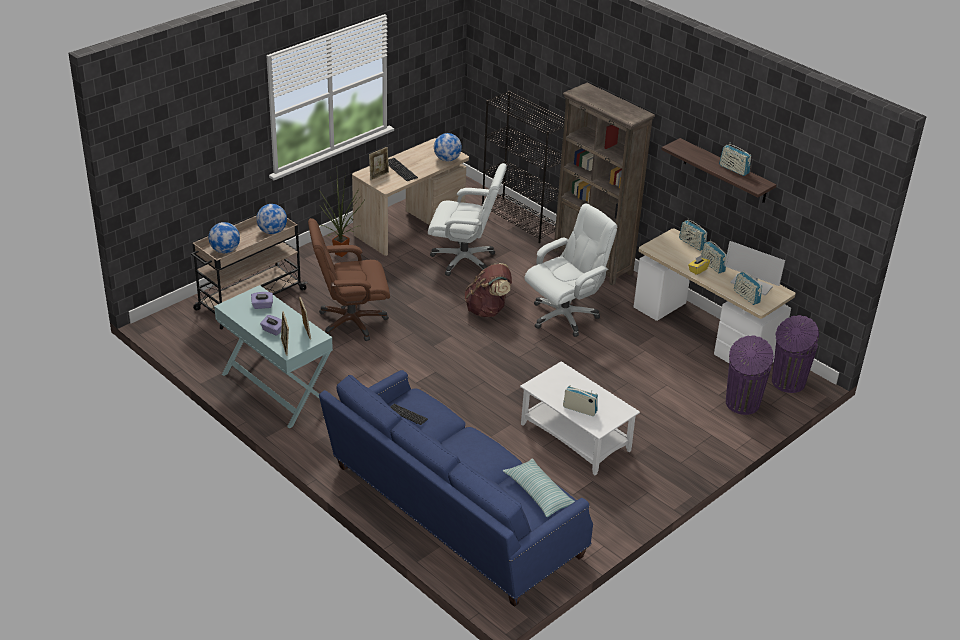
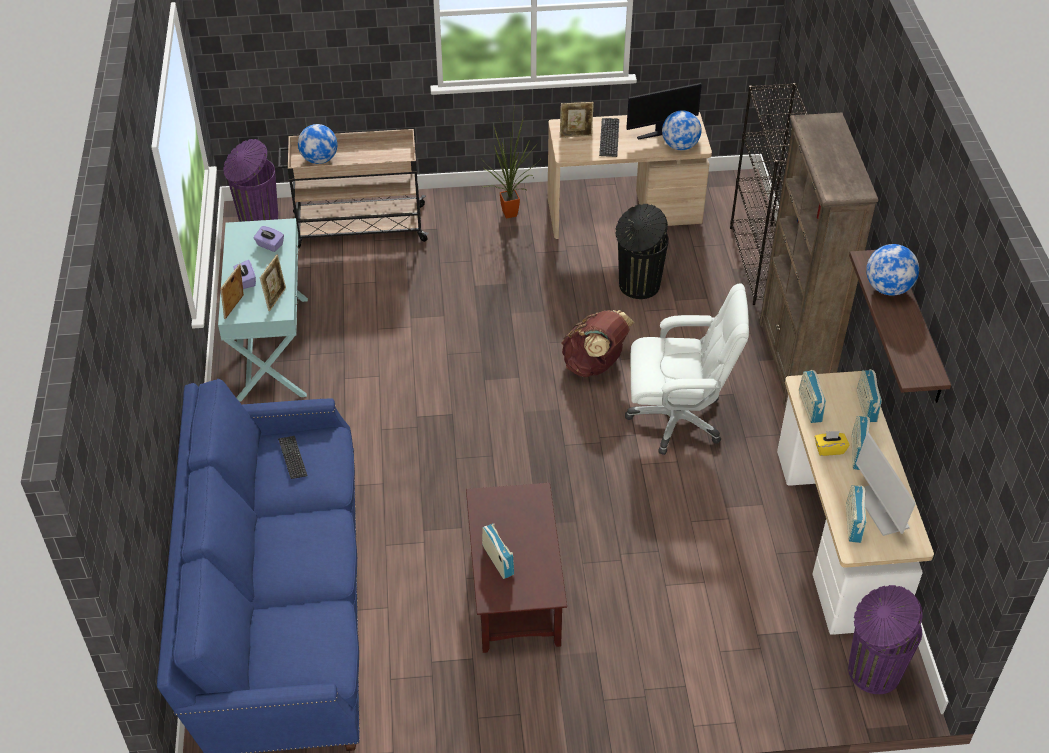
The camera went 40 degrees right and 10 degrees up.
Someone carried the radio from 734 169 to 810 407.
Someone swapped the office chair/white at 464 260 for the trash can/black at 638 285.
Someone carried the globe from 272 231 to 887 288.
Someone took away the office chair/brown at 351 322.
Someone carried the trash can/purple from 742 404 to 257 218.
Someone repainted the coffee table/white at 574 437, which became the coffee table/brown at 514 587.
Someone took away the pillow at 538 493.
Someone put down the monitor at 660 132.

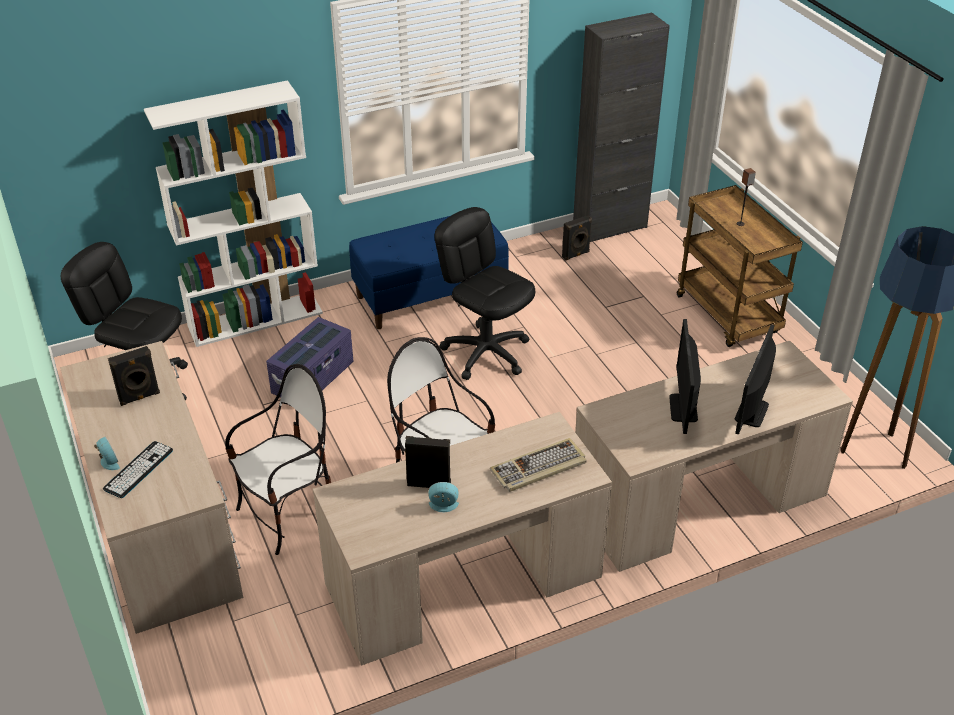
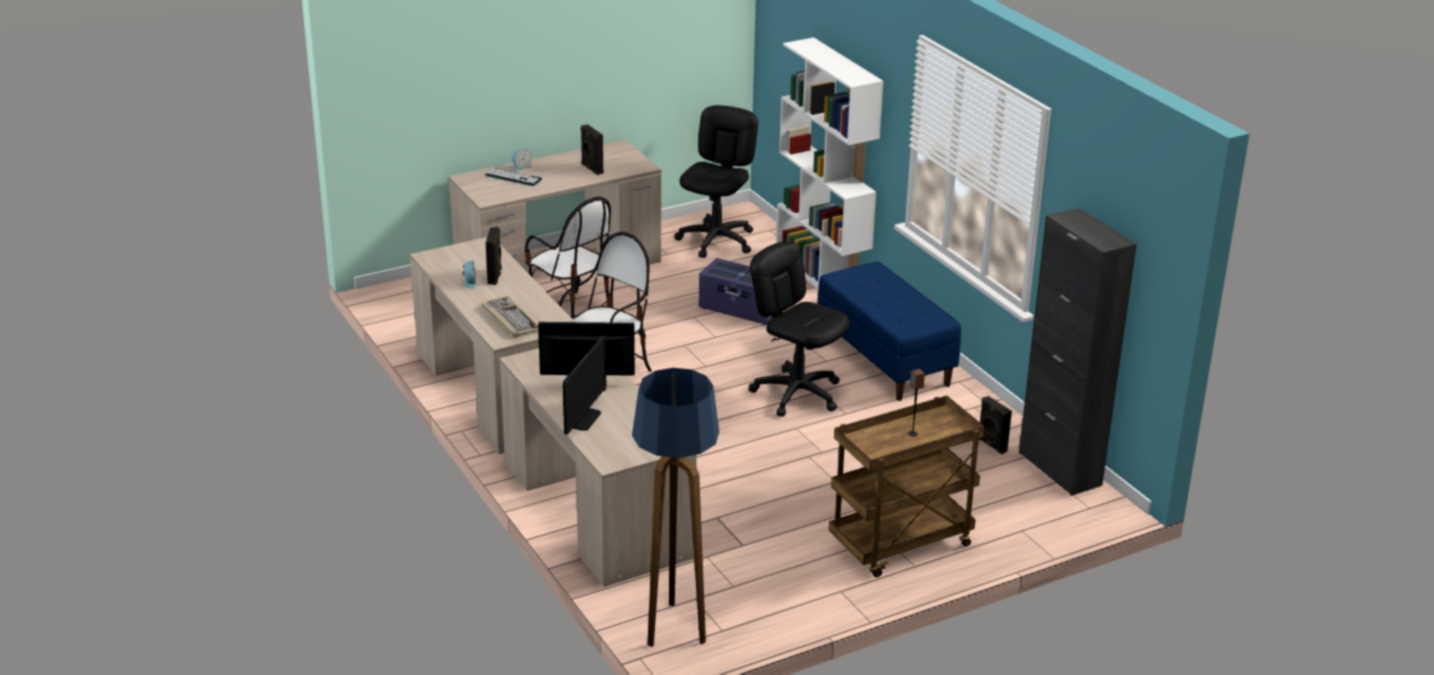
The camera went 85 degrees right and 10 degrees down.
Someone rotated the office chair/black at 486 353 by 90 degrees counterclockwise.
Someone rotated the monitor at 751 412 by 90 degrees clockwise.

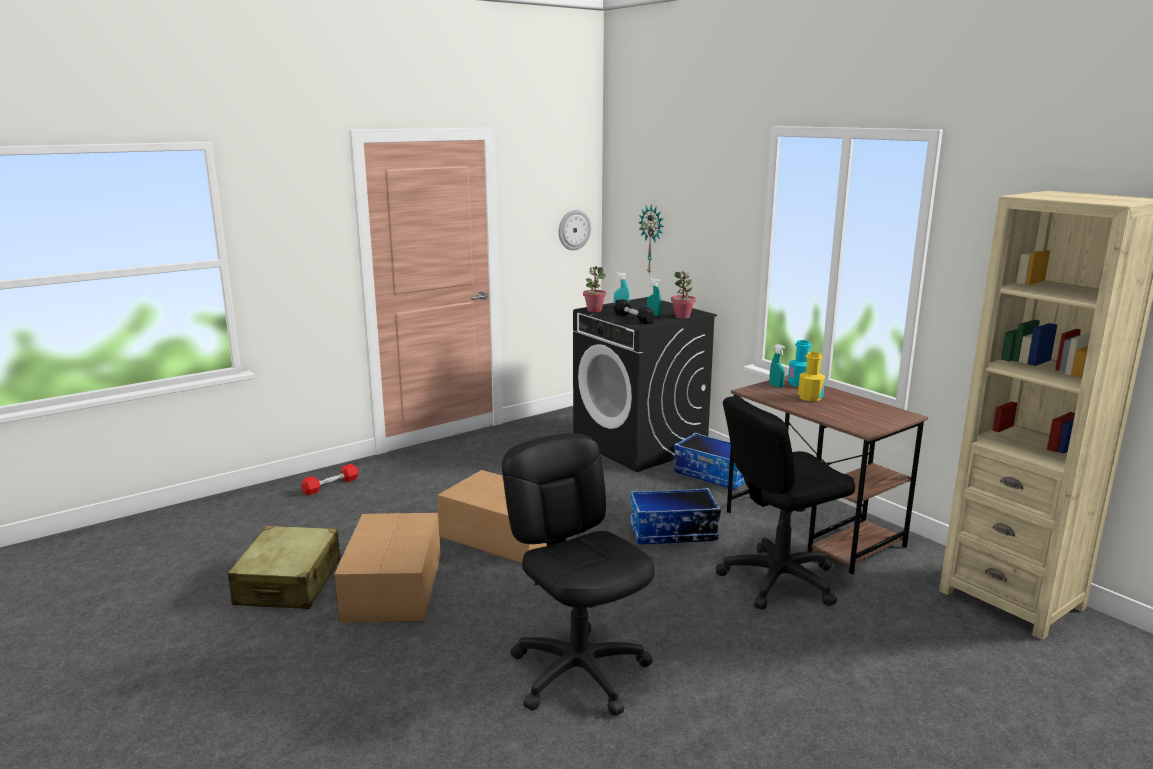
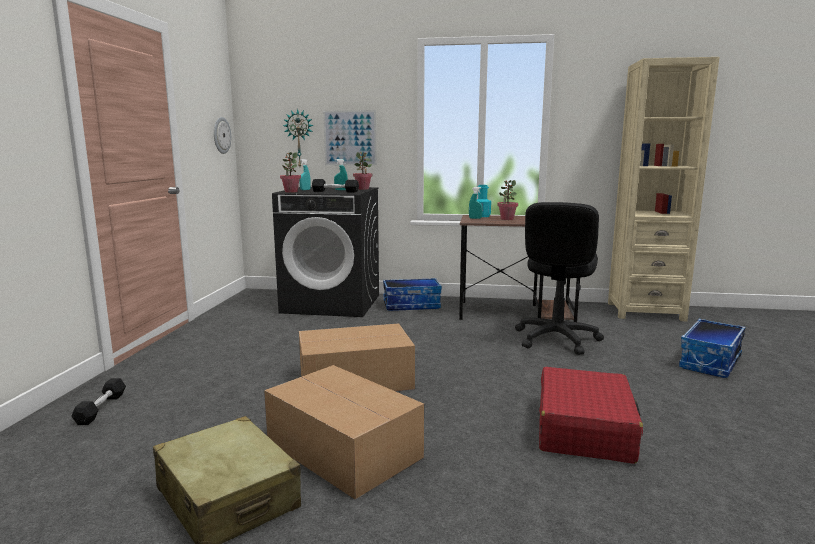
The camera went 45 degrees left and 5 degrees down.
Someone swapped the bottle/yellow at 810 397 for the potted plant at 507 219.
Someone swapped the office chair/black at 579 672 for the suitcase/red at 584 429.
Someone repainted the dumbbell/red at 331 486, which became the dumbbell/black at 101 408.
Someone carried the storage box from 673 533 to 711 362.
Someone put up the picture at 350 138.

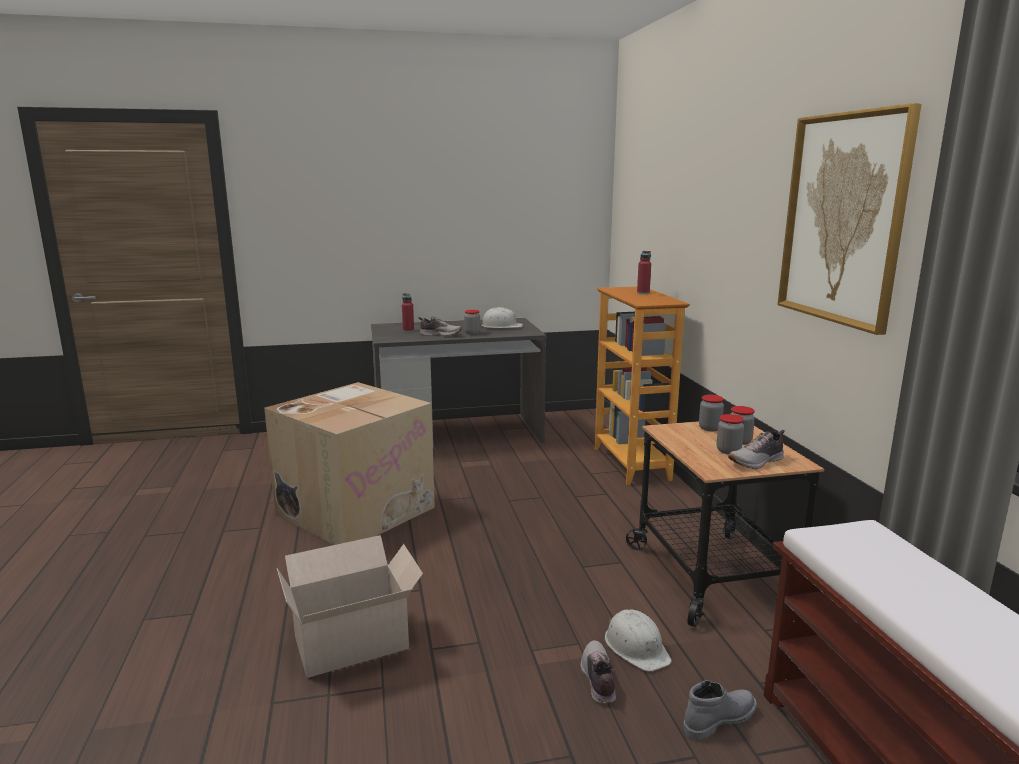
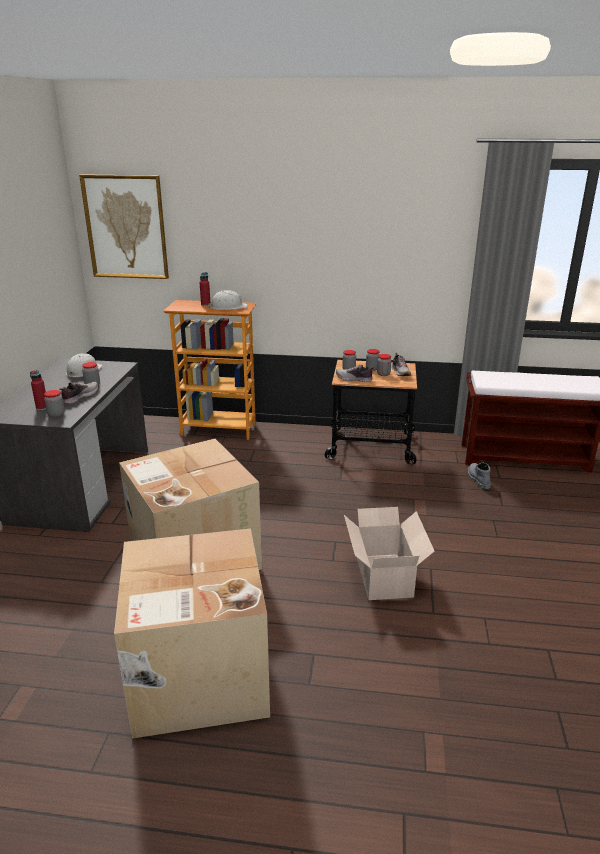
The camera went 70 degrees left and 10 degrees up.
Someone carried the picture from 843 219 to 126 227.
Someone carried the hard hat/white from 636 647 to 228 307.
Someone carried the shoe from 598 679 to 354 379.
Someone put down the jar at 56 414.
Someone put down the cardboard box at 197 676.

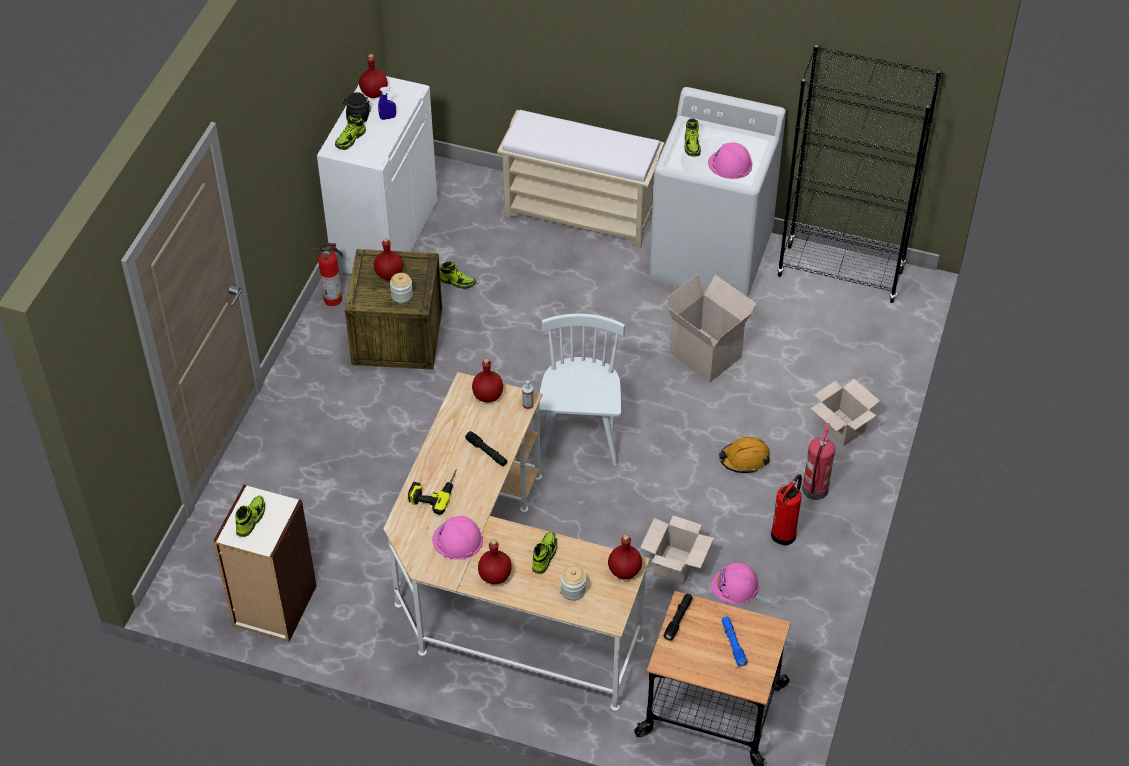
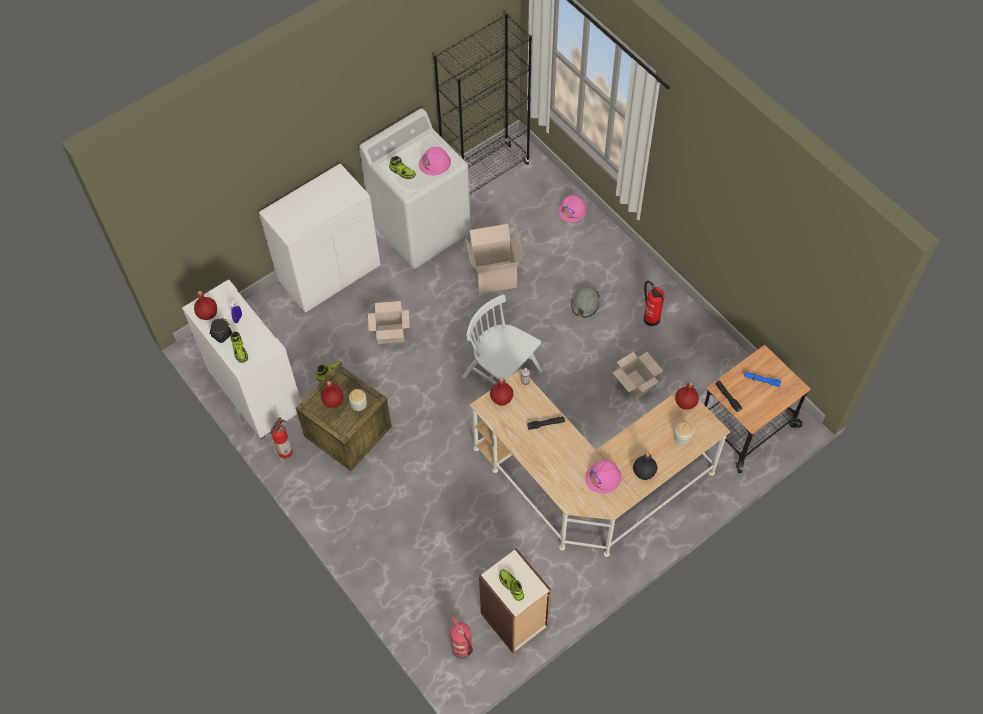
The camera went 55 degrees left and 10 degrees up.
Someone swapped the bench/beige at 581 213 for the cabinet/white at 329 273.
Someone carried the cardboard box from 840 427 to 390 334.
Someone carried the fire extinguisher from 815 490 to 463 649.
Someone repainted the hard hat/orange at 744 459, which became the hard hat/grey at 585 304.
Someone took away the power drill at 433 490.
Someone took away the shoe at 544 556.
Someone repainted the bottle/red at 495 575, which became the bottle/black at 644 472.
Someone carried the hard hat/pink from 735 586 to 572 210.

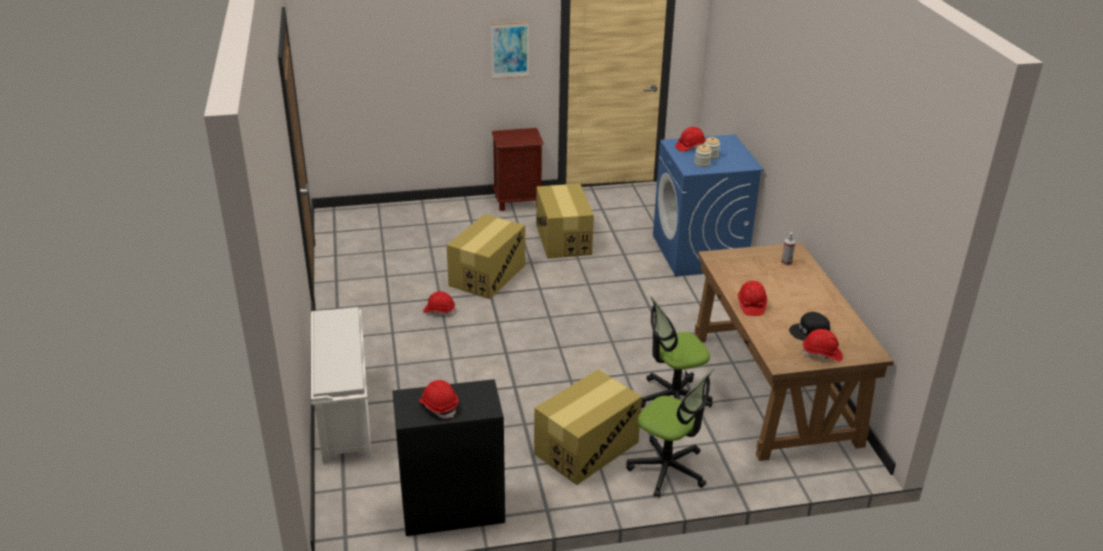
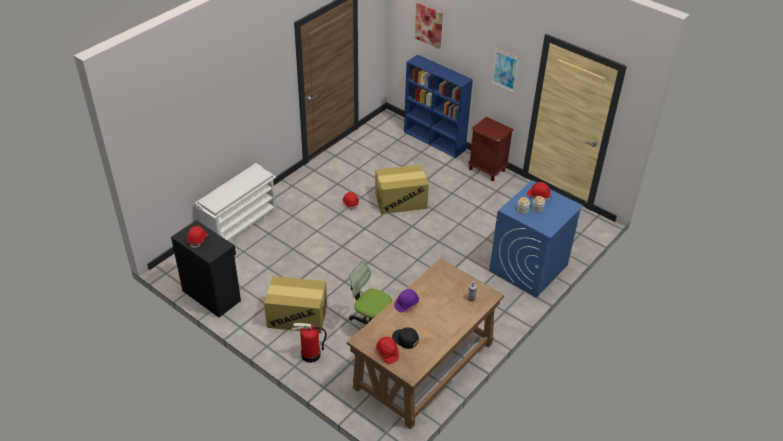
The camera went 50 degrees right and 10 degrees up.
Someone took away the cardboard box at 563 239.
Someone repainted the hard hat/red at 751 305, which became the hard hat/purple at 406 304.
Someone swapped the office chair at 668 469 for the fire extinguisher at 310 355.
Someone put up the picture at 429 25.
Someone put down the bookcase/blue at 435 141.

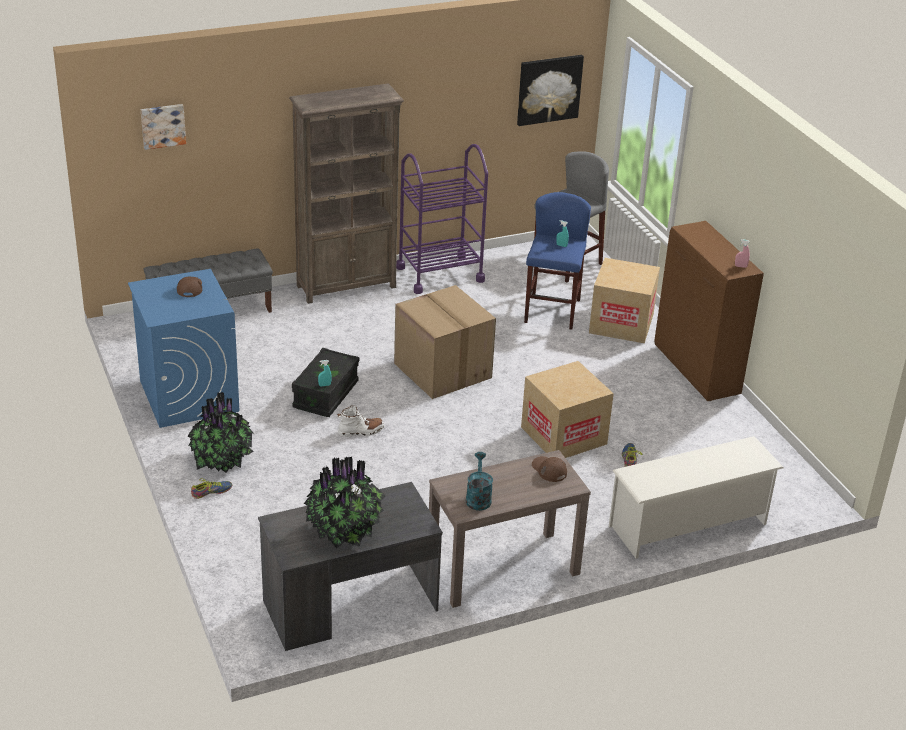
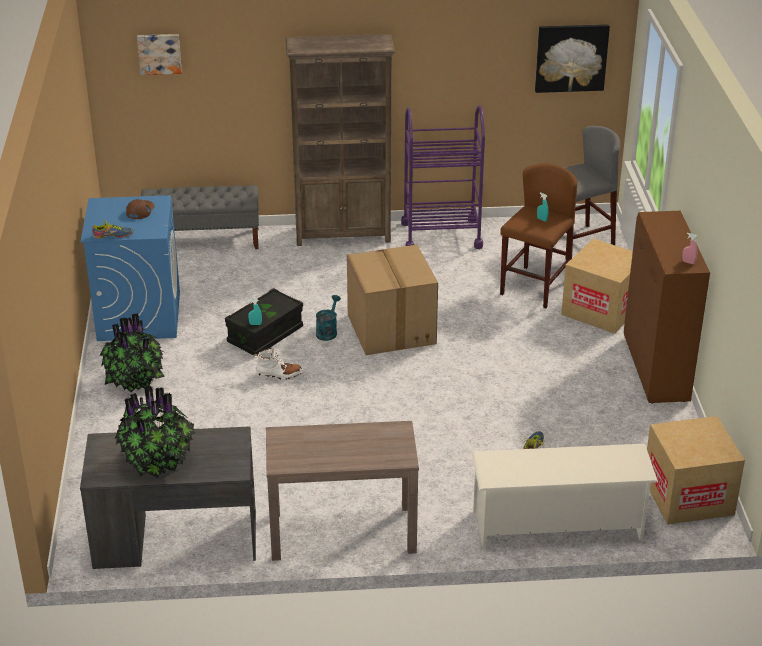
The camera went 20 degrees right and 0 degrees up.
Someone repainted the stool/blue at 552 311, which became the stool/brown at 535 287.
Someone carried the cardboard box from 563 435 to 688 496.
Someone carried the watering can/turquoise from 478 497 to 328 331.
Someone took away the cap/brown at 549 470.
Someone carried the shoe from 211 492 to 113 235.

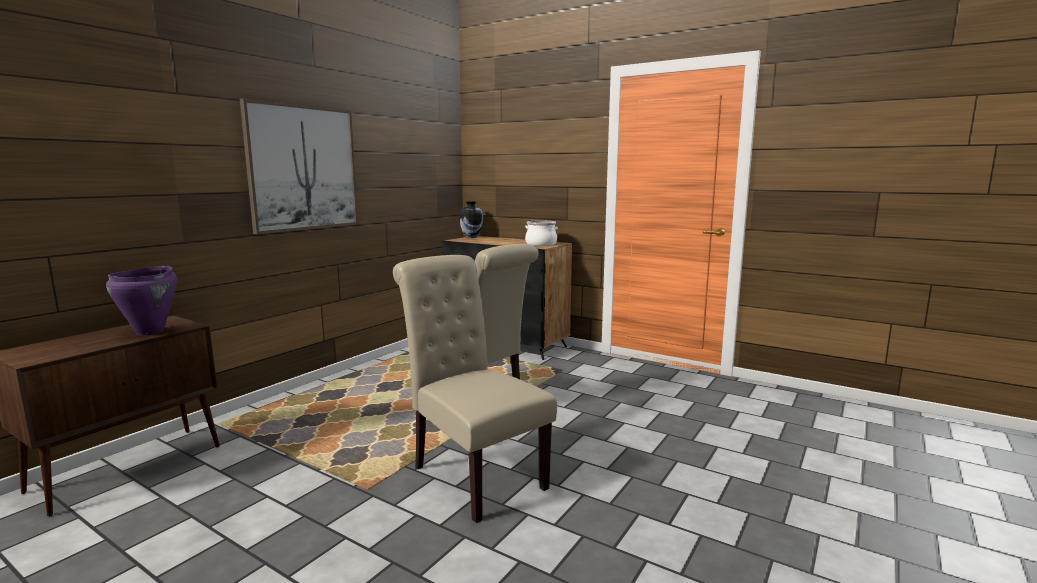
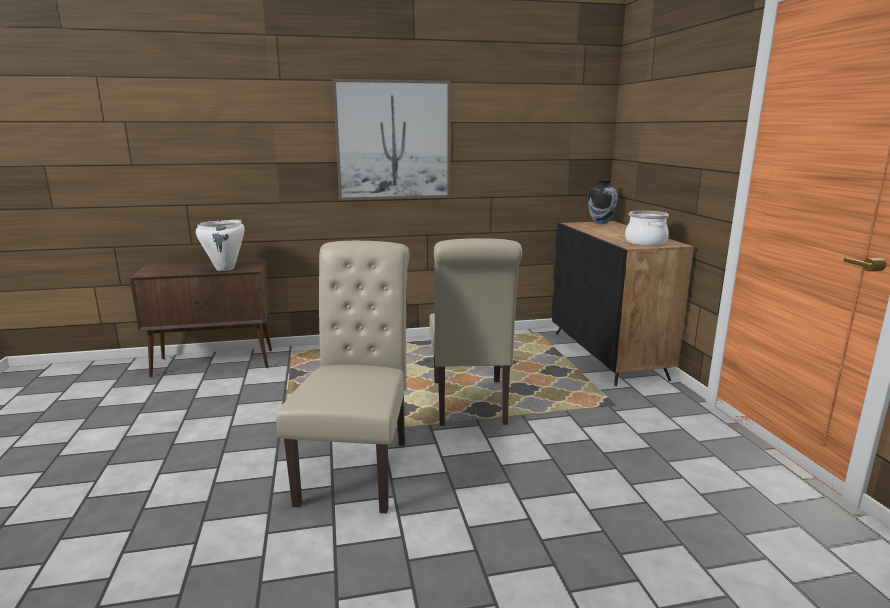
The camera went 45 degrees right and 5 degrees up.
Someone repainted the cooking pot/purple at 151 332, which became the cooking pot/white at 225 268.

